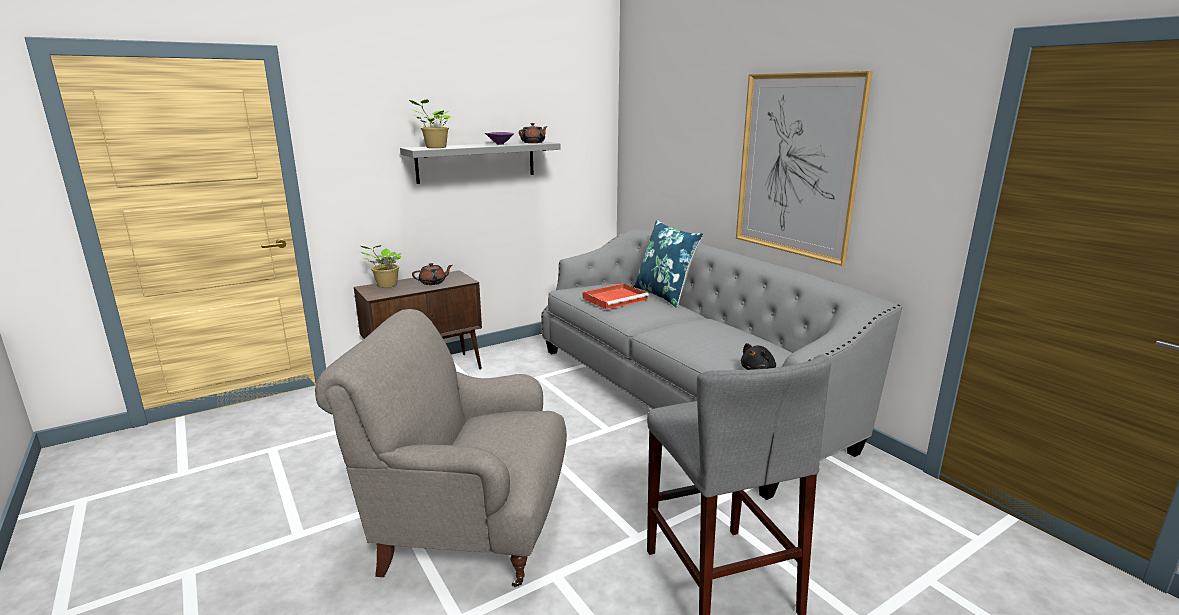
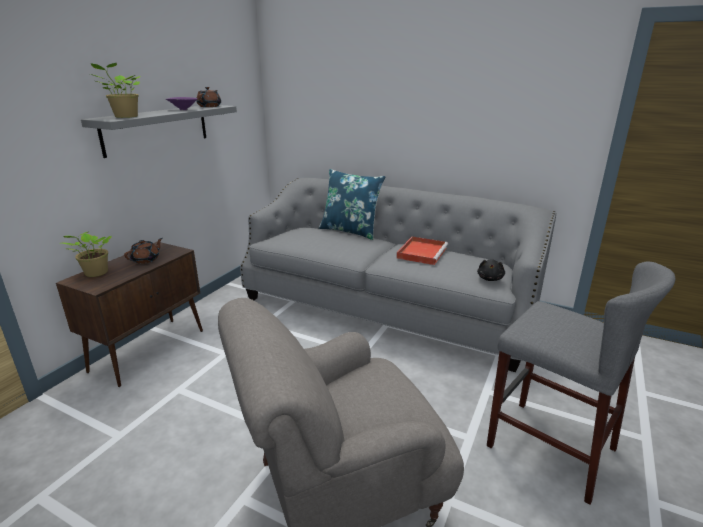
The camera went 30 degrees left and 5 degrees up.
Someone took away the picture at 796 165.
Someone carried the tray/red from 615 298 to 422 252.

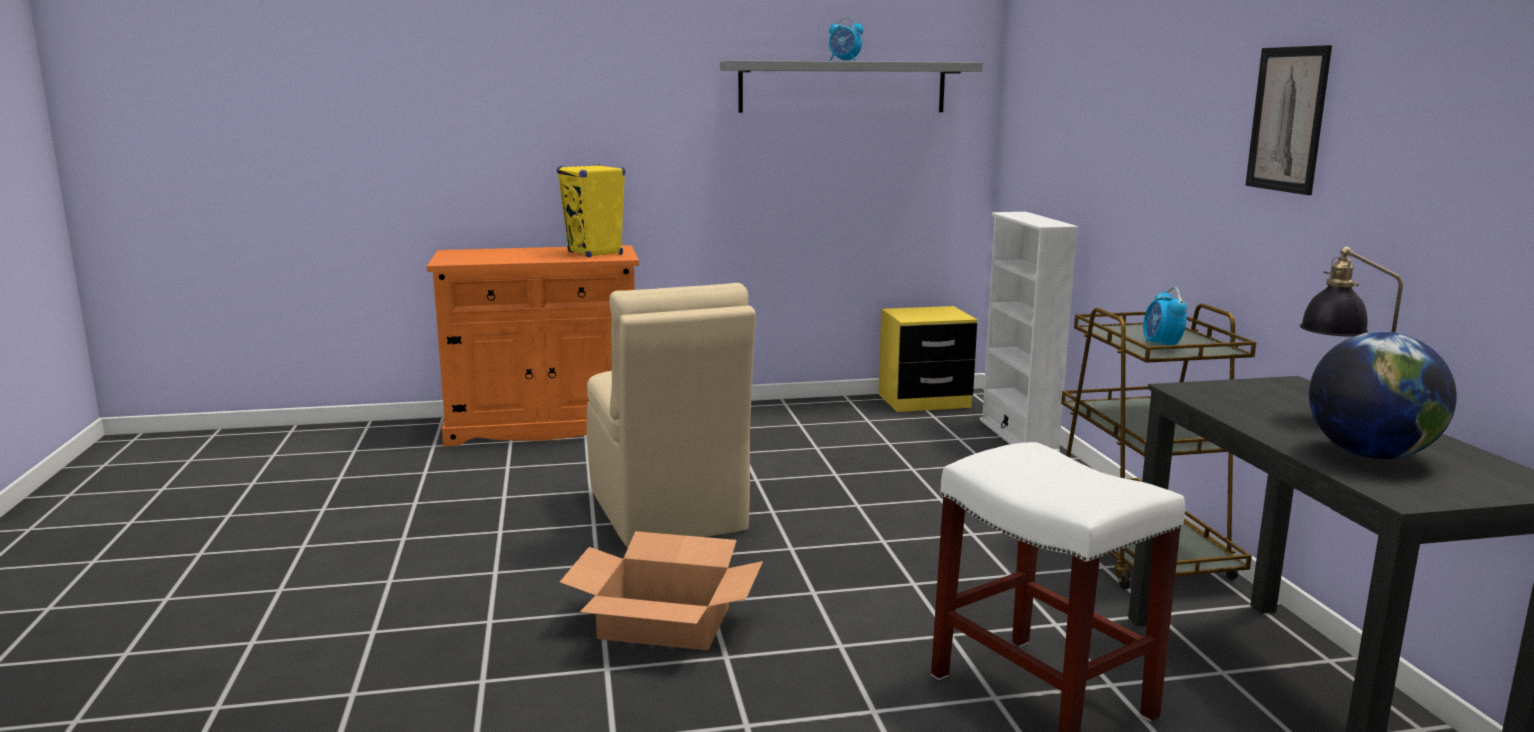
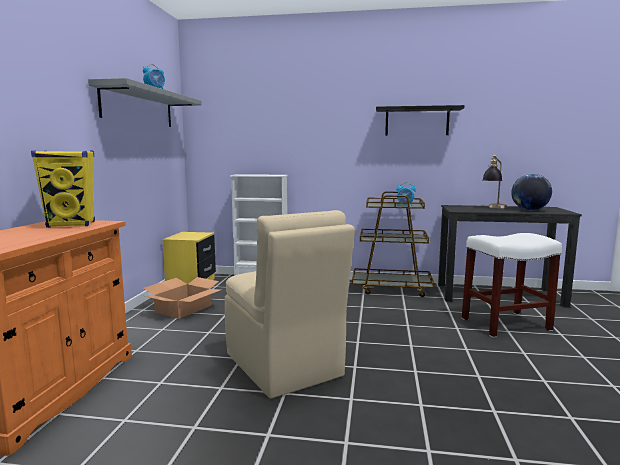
The camera went 70 degrees left and 5 degrees down.
Someone swapped the picture at 1287 119 for the shelf/black at 417 121.
Someone rotated the chair/beige at 667 512 by 60 degrees clockwise.
Someone carried the cardboard box from 664 623 to 183 309.

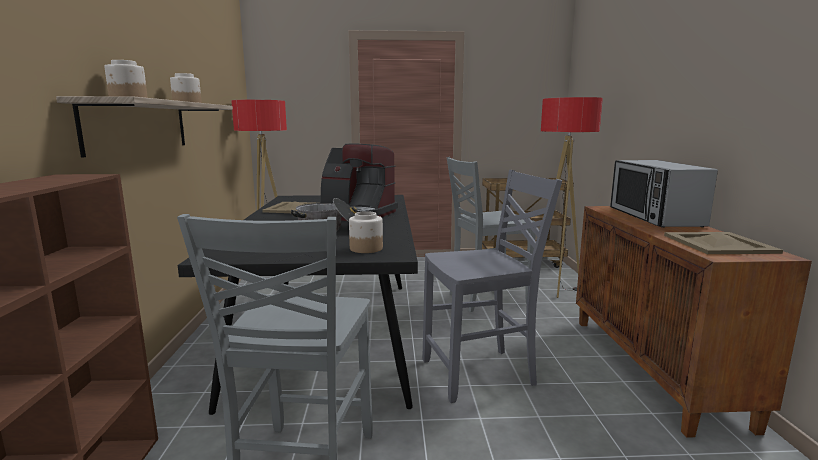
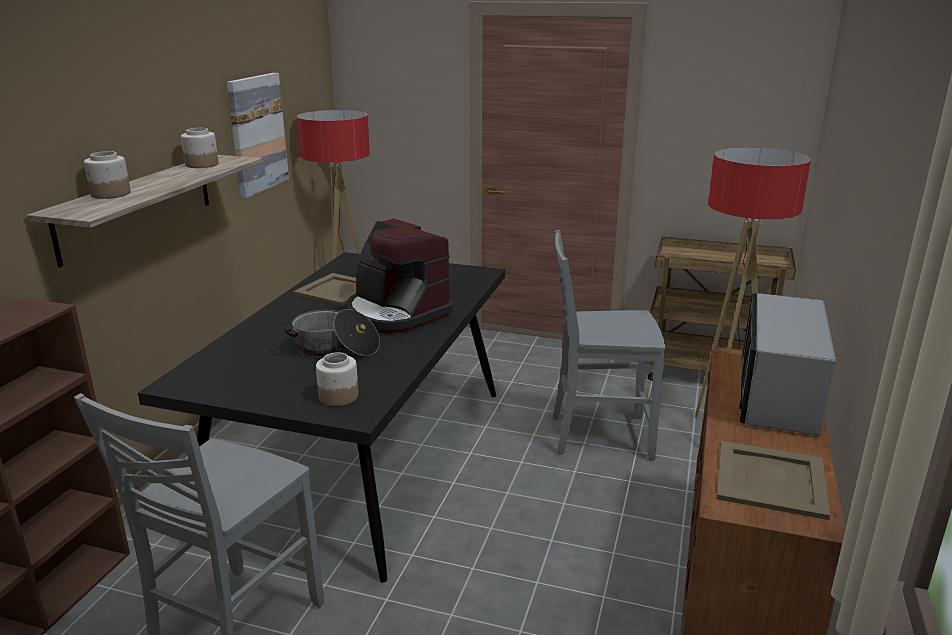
The camera went 20 degrees right and 10 degrees up.
Someone took away the chair/grey at 480 373.
Someone put up the picture at 257 134.

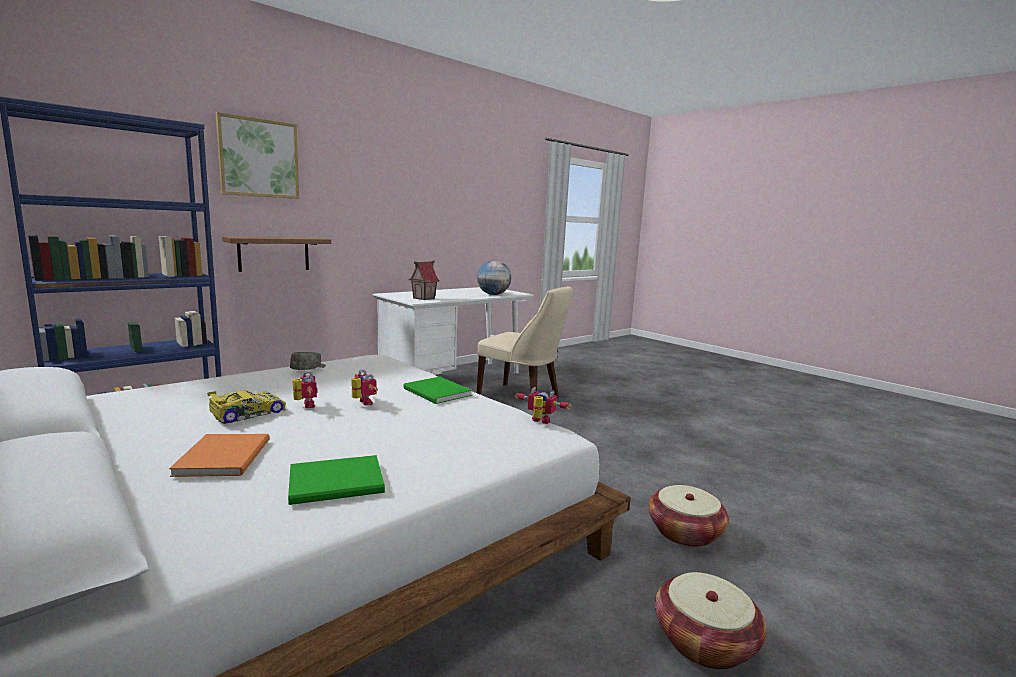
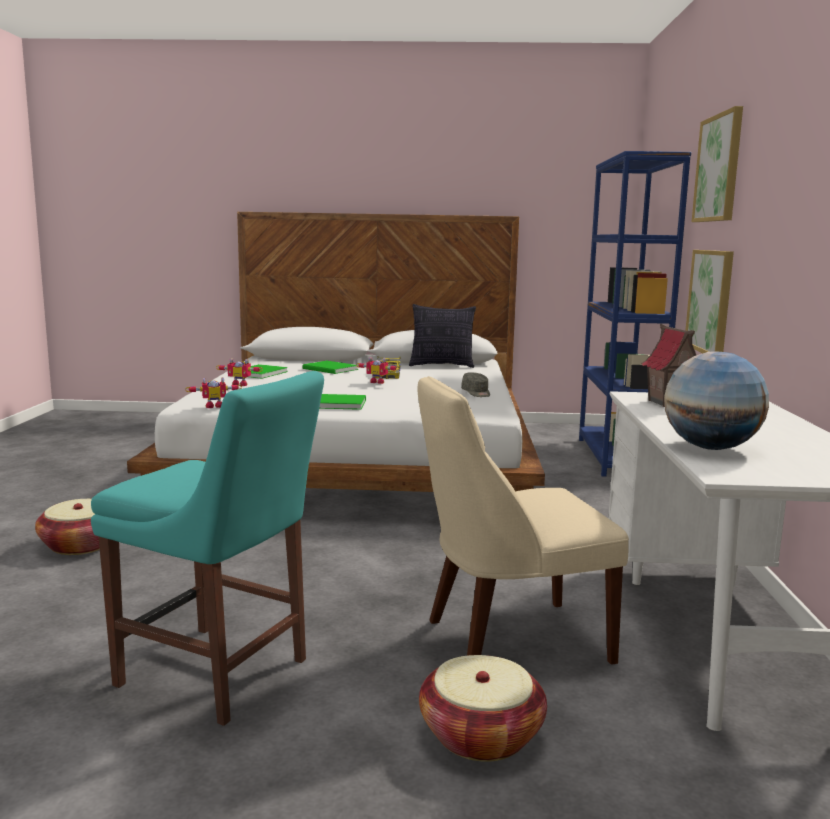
The camera went 135 degrees right and 0 degrees up.
Someone swapped the shelf/brown at 274 254 for the picture at 710 301.
Someone carried the toy robot from 362 403 to 240 384.
Someone repainted the book/orange at 227 456, which became the book/green at 330 369.
Someone carried the basket from 704 642 to 481 735.
Someone put down the pillow at 442 365.
Someone put down the chair/turquoise at 219 675.

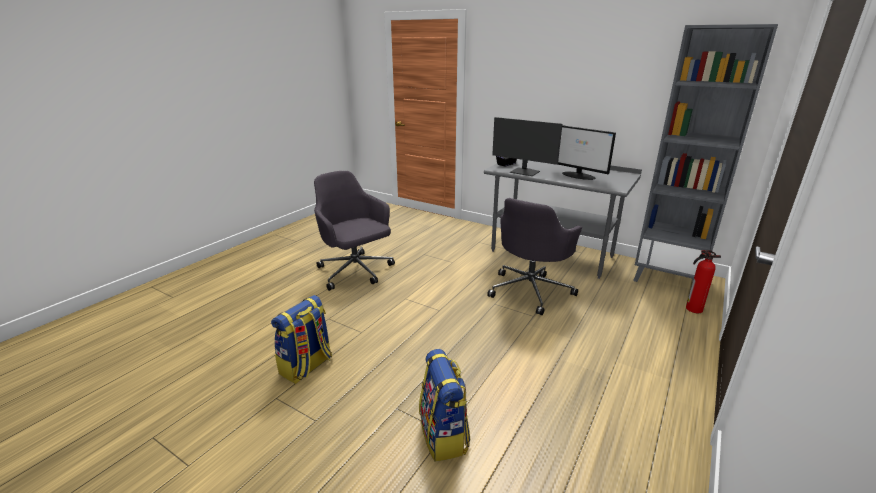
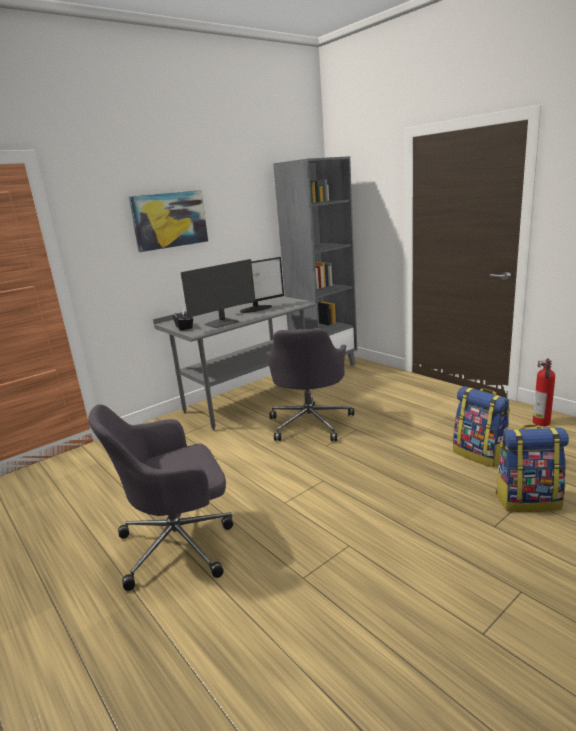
The camera went 70 degrees left and 5 degrees down.
Someone rotated the office chair/grey at 530 290 by 45 degrees clockwise.
Someone carried the fire extinguisher from 692 309 to 541 423.
Someone carried the backpack from 306 367 to 480 454.
Someone put up the picture at 169 220.

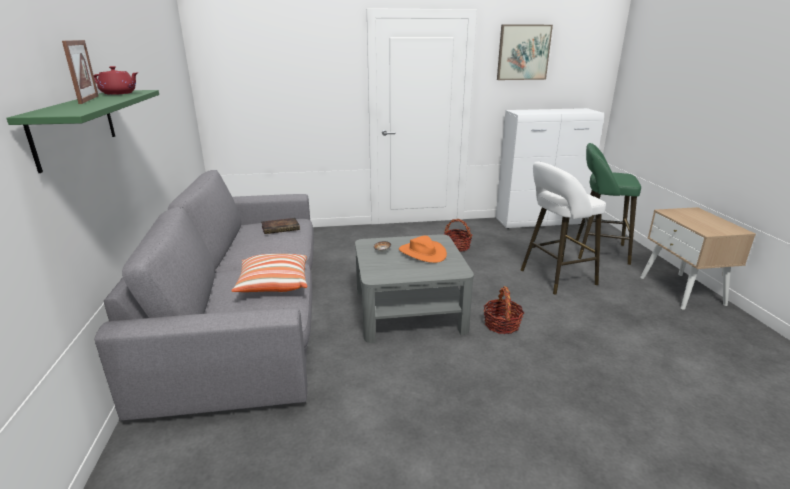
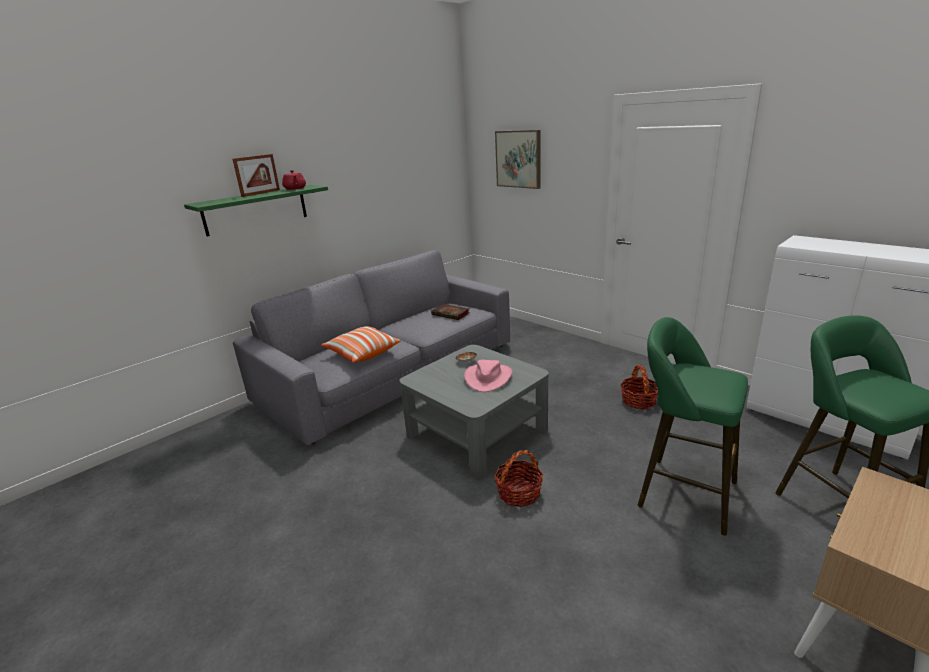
The camera went 55 degrees right and 0 degrees up.
Someone carried the picture from 523 52 to 518 159.
Someone repainted the stool/white at 554 278, which became the stool/green at 681 492.
Someone repainted the hat/orange at 422 253, which became the hat/pink at 488 377.

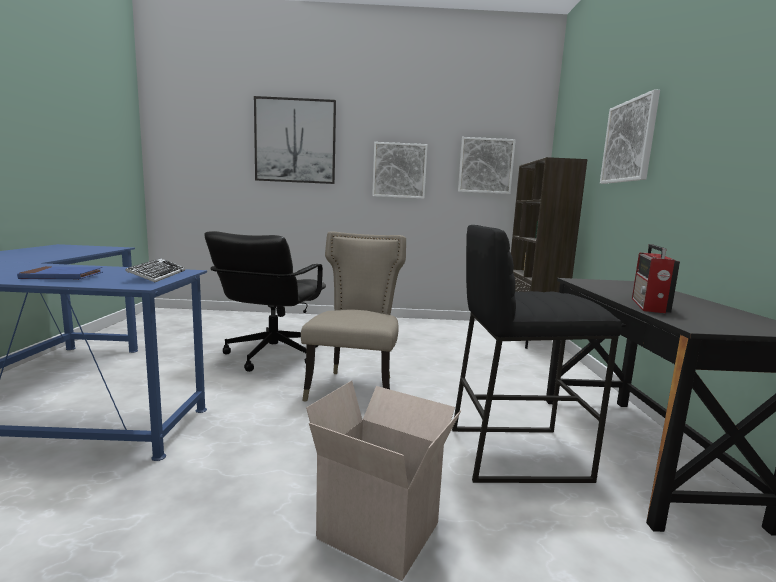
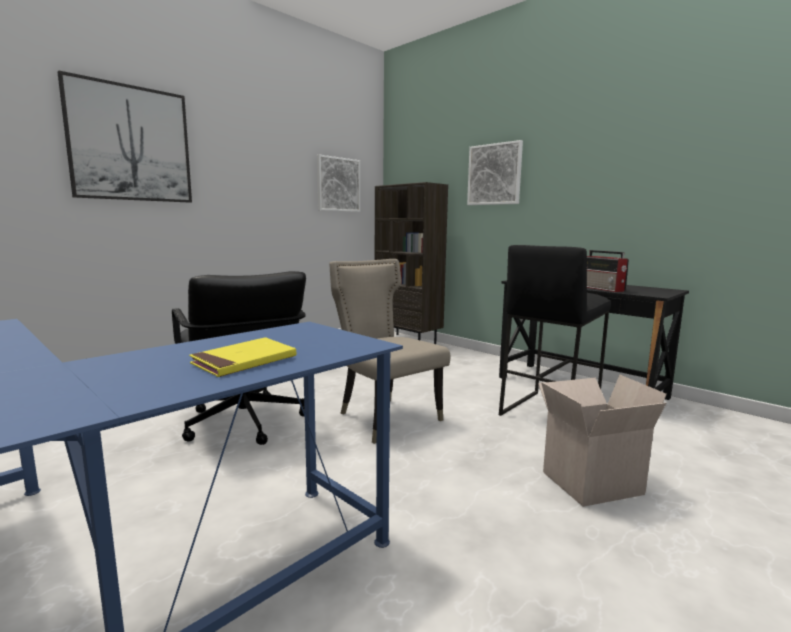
The camera went 45 degrees left and 0 degrees up.
Someone took away the picture at 399 170.
Someone took away the keyboard at 157 275.
Someone repainted the book/blue at 62 277, which became the book/yellow at 244 361.

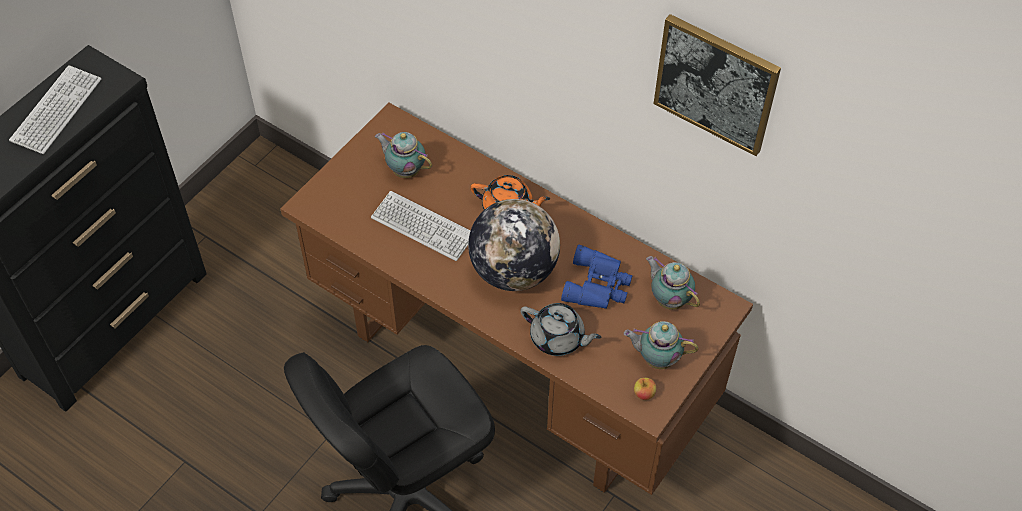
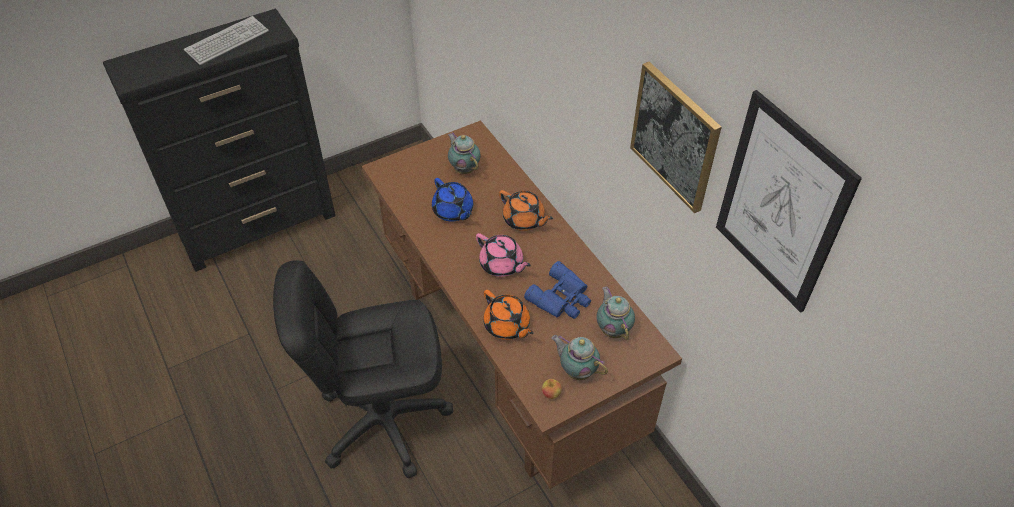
The camera went 25 degrees right and 5 degrees down.
Someone swapped the keyboard at 423 227 for the teapot/blue at 453 211.
Someone swapped the globe at 513 271 for the teapot/pink at 502 265.
Someone repainted the teapot/grey at 558 338, which became the teapot/orange at 507 326.
Someone put up the picture at 781 204.

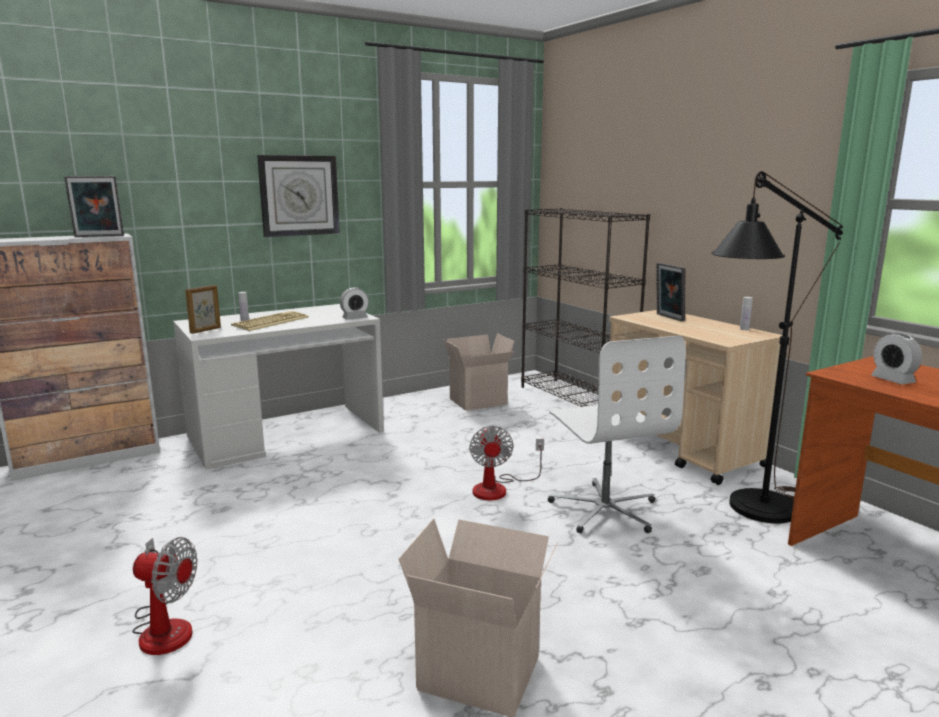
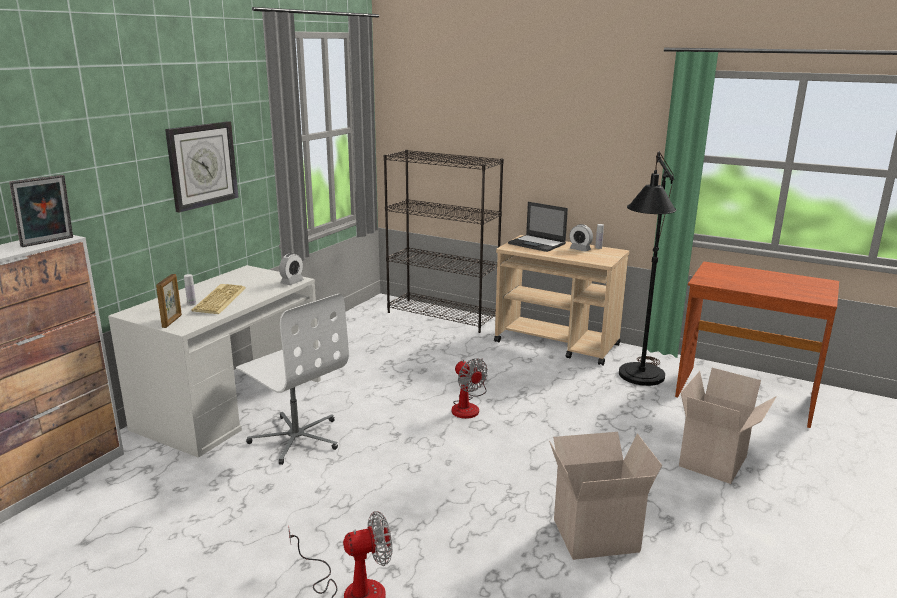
The camera went 30 degrees left and 5 degrees up.
Someone swapped the picture frame at 668 317 for the laptop at 537 244.
Someone carried the cardboard box from 478 402 to 715 462.
Someone carried the alarm clock from 892 380 to 580 249.
Someone carried the office chair/white from 605 509 to 296 438.

